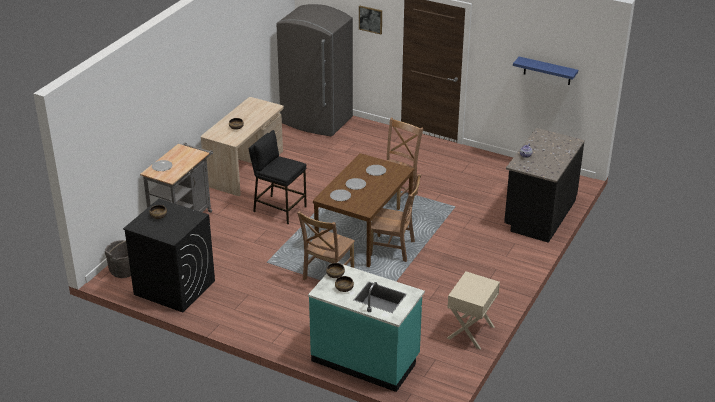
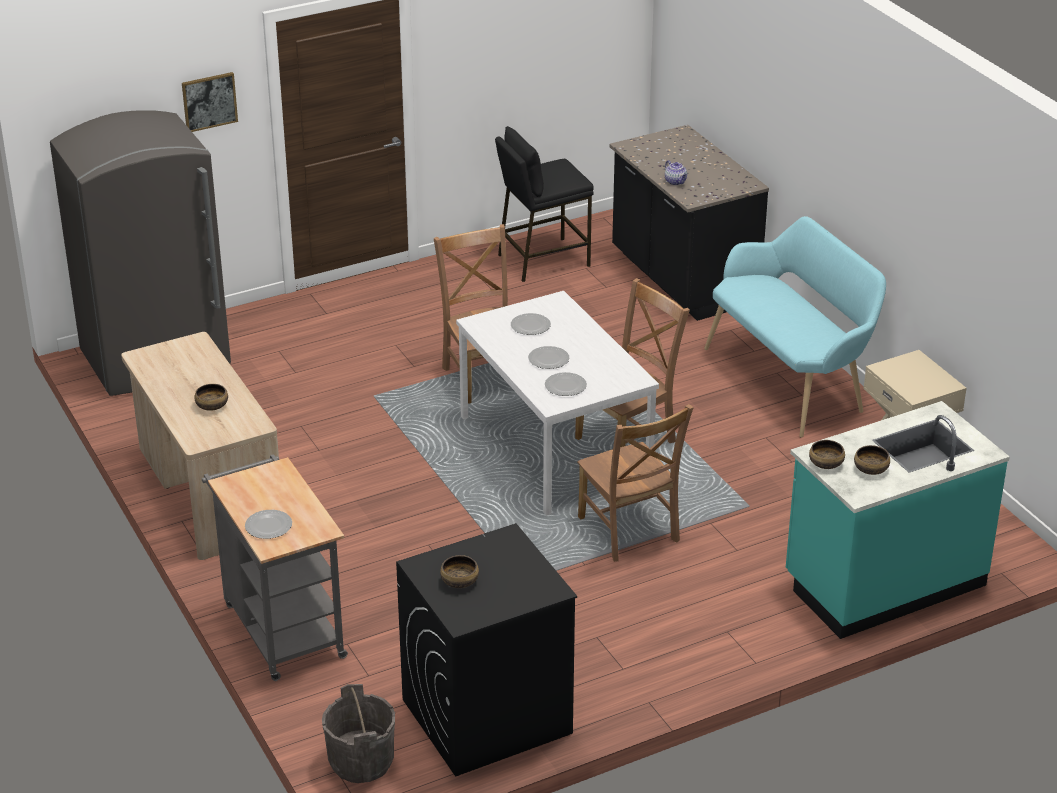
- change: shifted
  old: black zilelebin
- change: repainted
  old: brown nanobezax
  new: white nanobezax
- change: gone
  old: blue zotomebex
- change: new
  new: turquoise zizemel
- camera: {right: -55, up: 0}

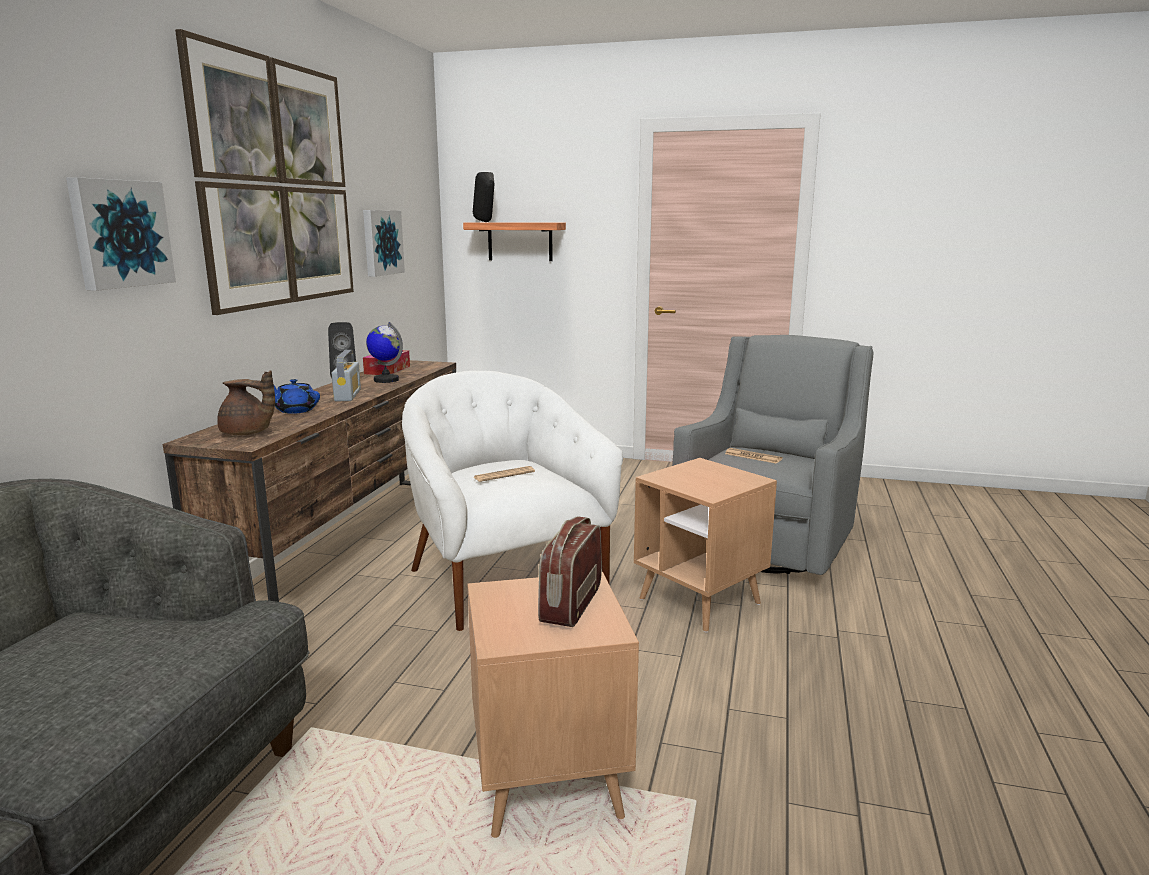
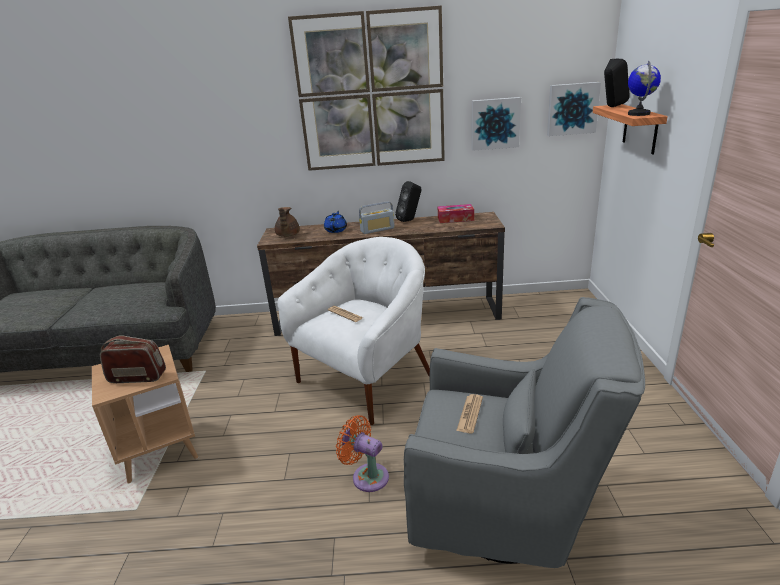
- change: shifted
  old: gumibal (no. 1 from left in the first image)
  new: gumibal (no. 3 from left)
- change: shifted
  old: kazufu
- change: swapped
  old: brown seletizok (no. 2 from left)
  new: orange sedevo
- camera: {right: 75, up: 10}

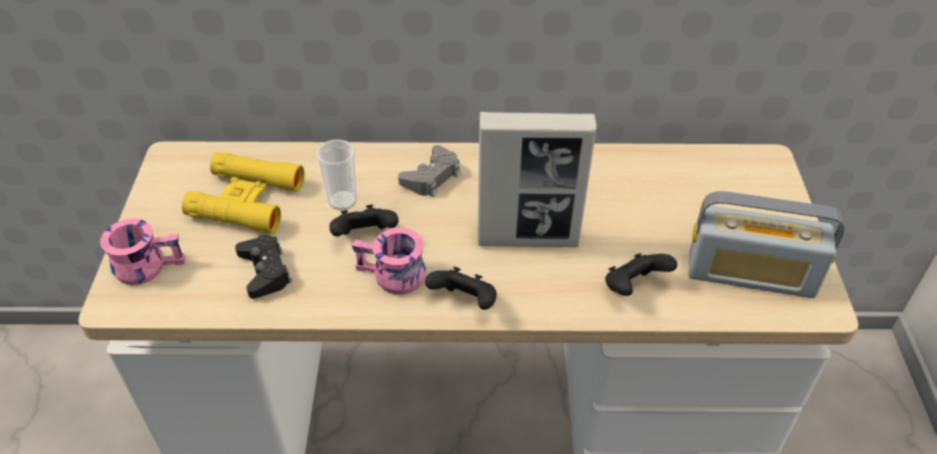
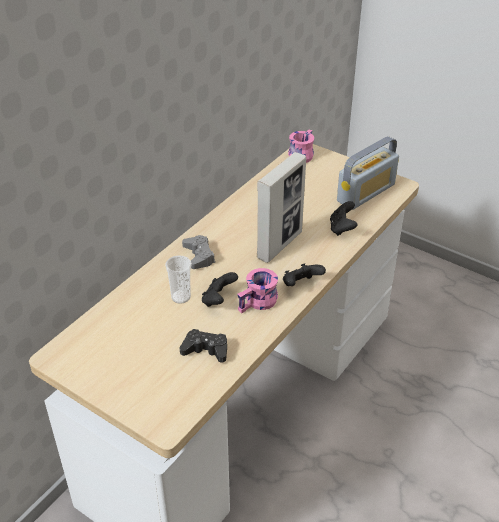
- change: shifted
  old: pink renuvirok (no. 1 from left in the first image)
  new: pink renuvirok (no. 2 from left)
- change: gone
  old: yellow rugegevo
- camera: {right: -55, up: -5}

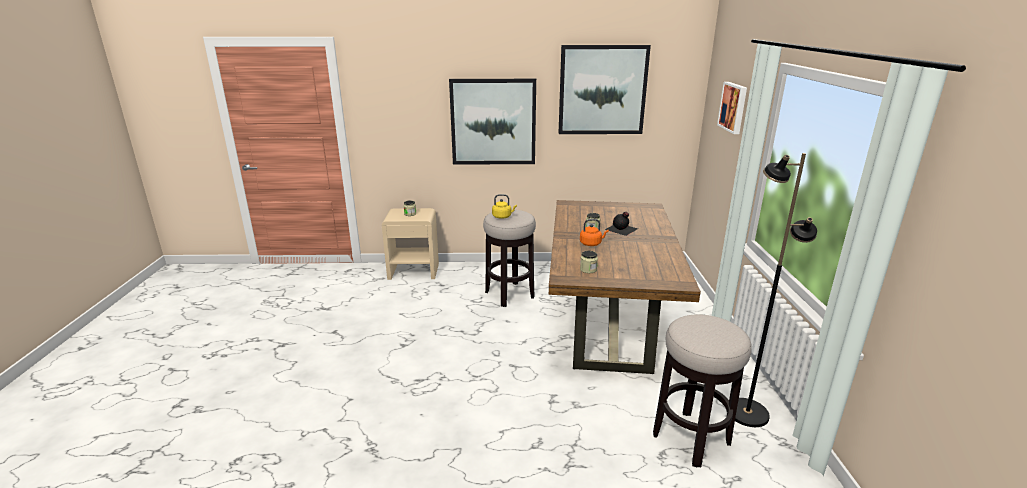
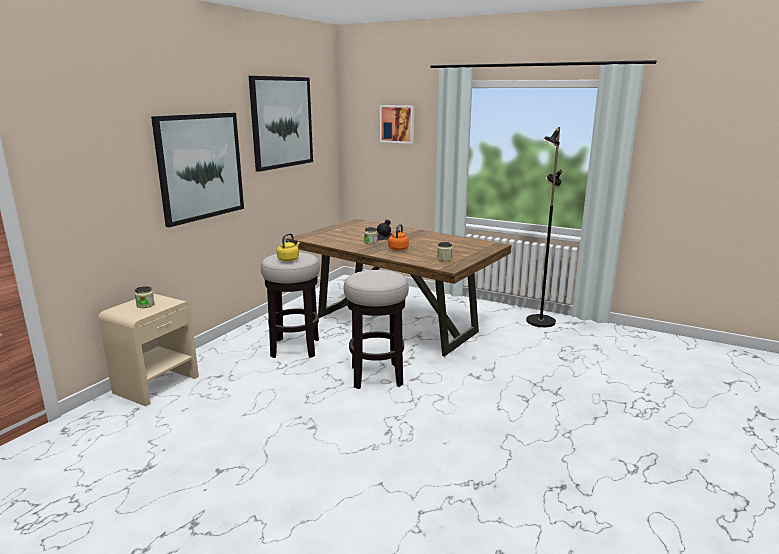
- change: shifted
  old: zilelebin (no. 2 from left)
- camera: {right: -60, up: -5}

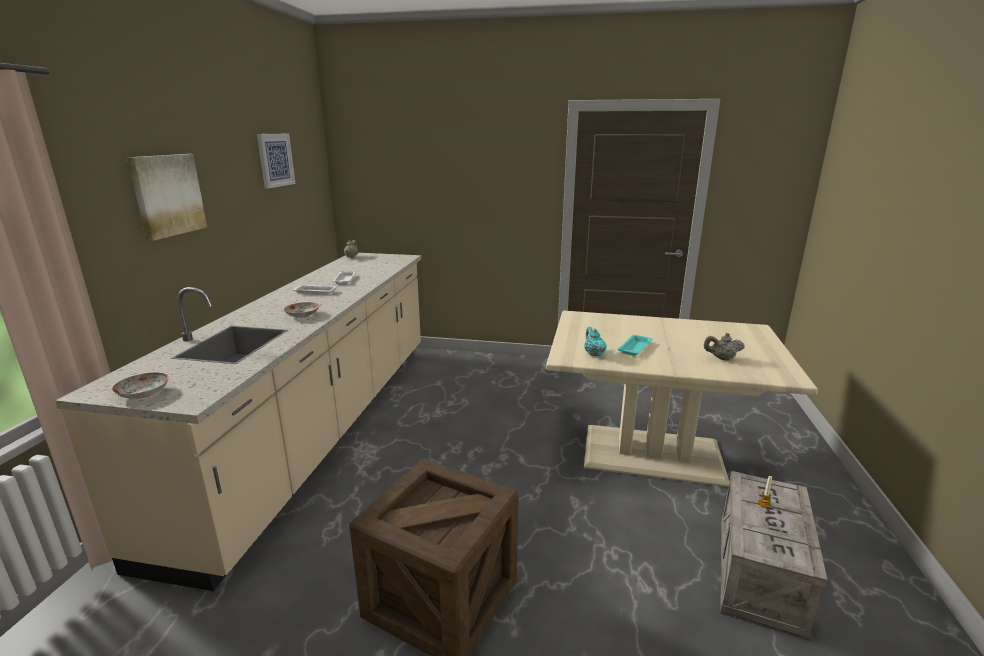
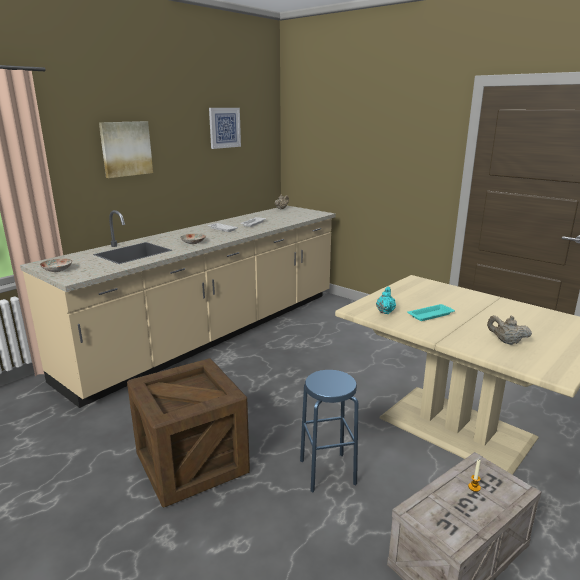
- change: new
  new: blue zilelebin
- camera: {right: 30, up: 0}

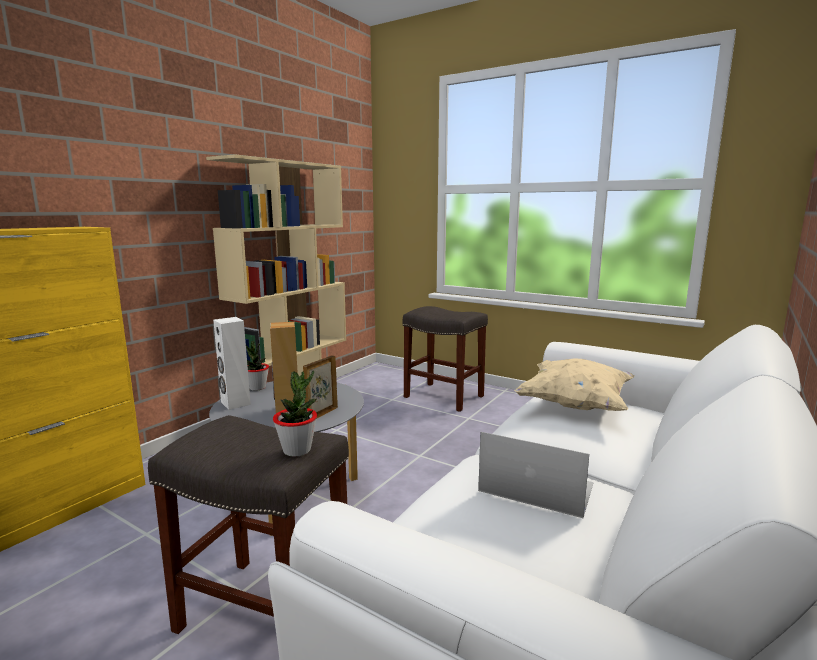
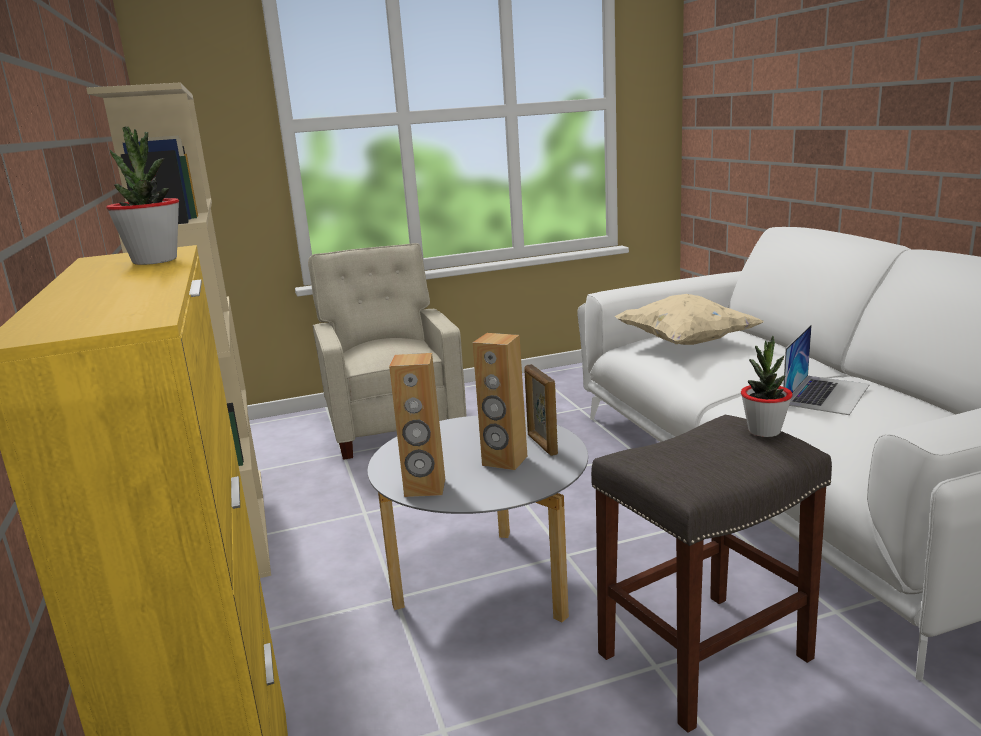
- change: repainted
  old: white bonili
  new: brown bonili (no. 1 from left)
- change: shifted
  old: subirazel (no. 1 from left)
- change: swapped
  old: grey zilelebin (no. 2 from left)
  new: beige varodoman
- change: rotated
  old: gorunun
  degrees: 150
- camera: {right: -50, up: 5}

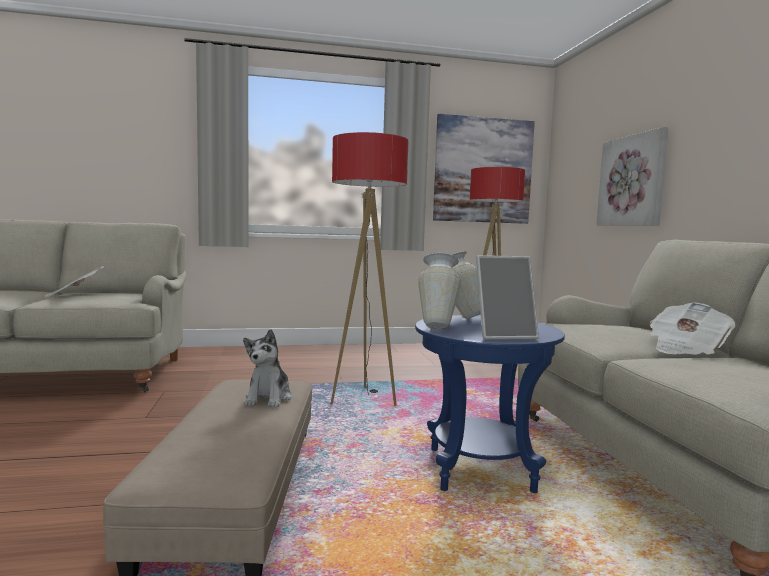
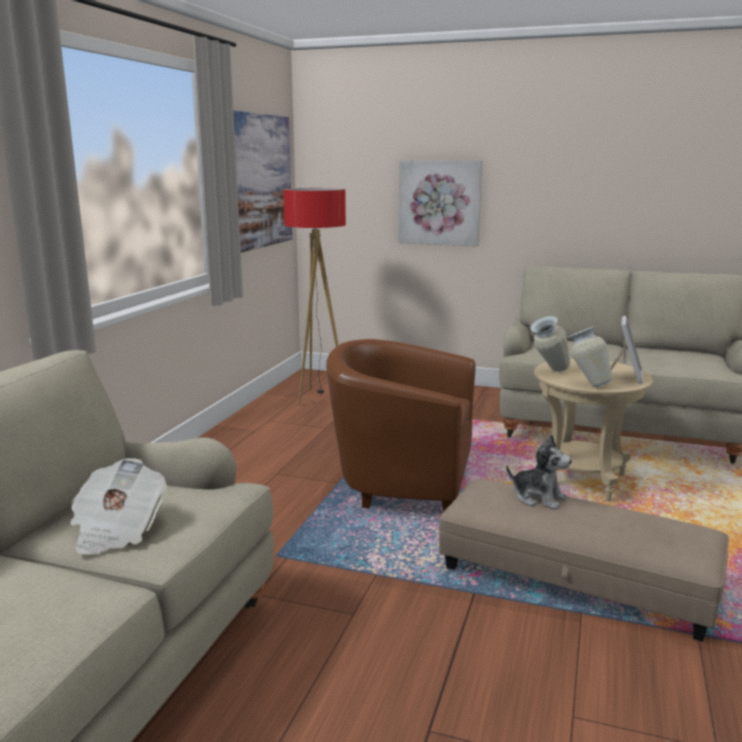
- change: swapped
  old: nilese (no. 1 from left)
  new: brown varodoman
- change: repainted
  old: blue seletizok
  new: beige seletizok
- change: gone
  old: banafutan (no. 2 from left)
- camera: {right: -60, up: 10}

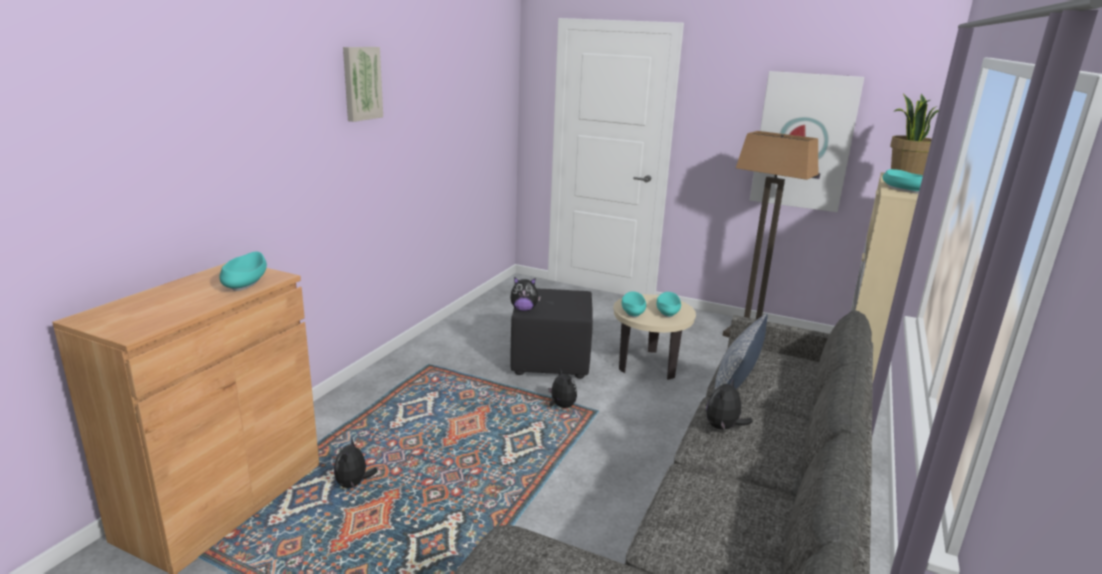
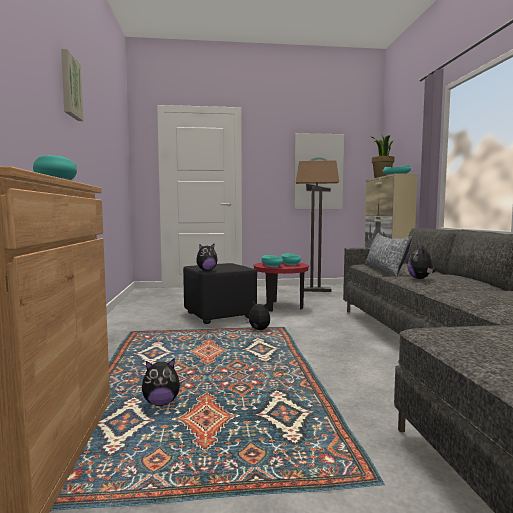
- change: rotated
  old: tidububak (no. 1 from left)
  degrees: -75
- change: repainted
  old: beige seletizok
  new: red seletizok
- camera: {right: -30, up: -15}

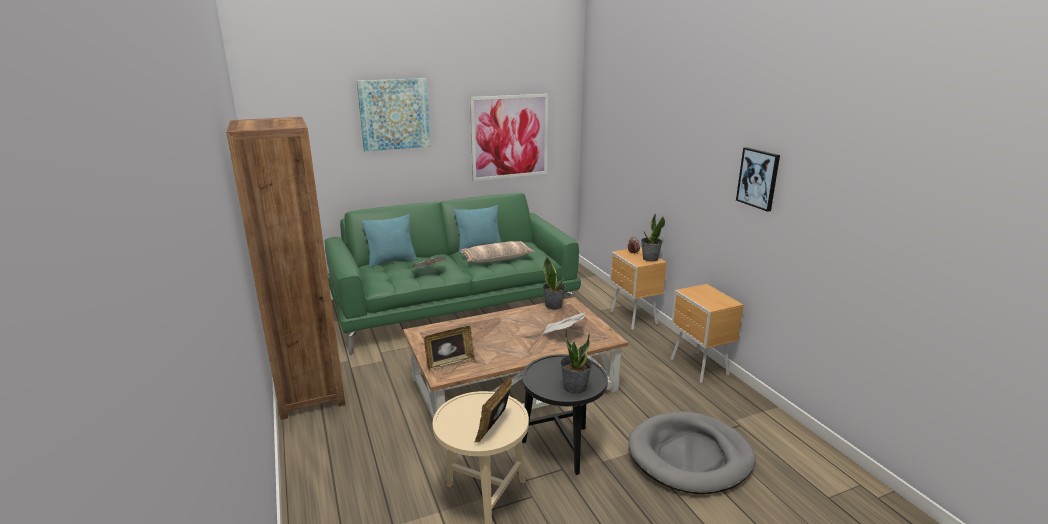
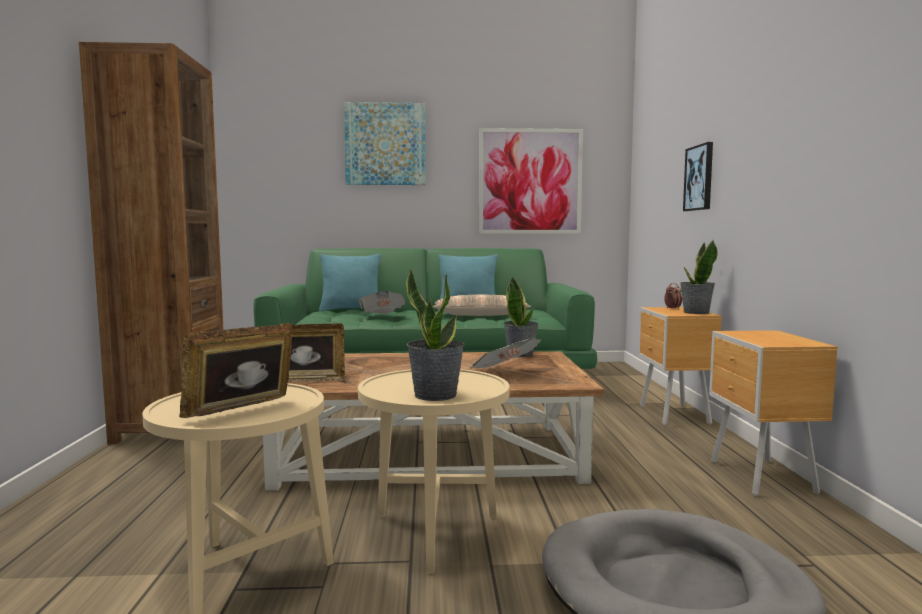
- change: repainted
  old: black seletizok
  new: beige seletizok (no. 2 from left)
- change: shifted
  old: gumibal (no. 3 from left)
- camera: {right: 20, up: -15}

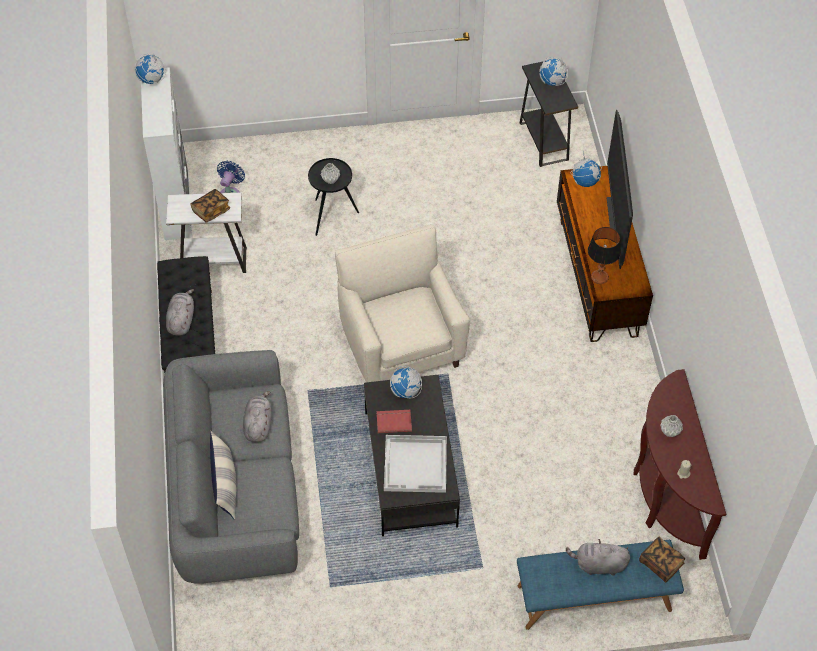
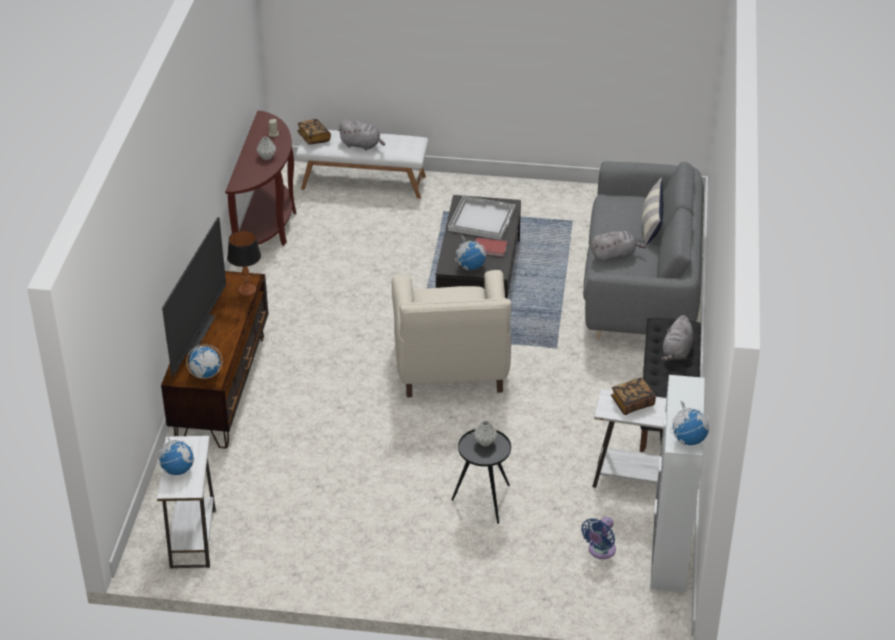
- change: rotated
  old: grey tidububak (no. 2 from left)
  degrees: -120
- change: repainted
  old: blue zizemel
  new: white zizemel
- change: repainted
  old: black seletizok (no. 2 from left)
  new: white seletizok (no. 1 from left)
- camera: {right: -165, up: -15}

